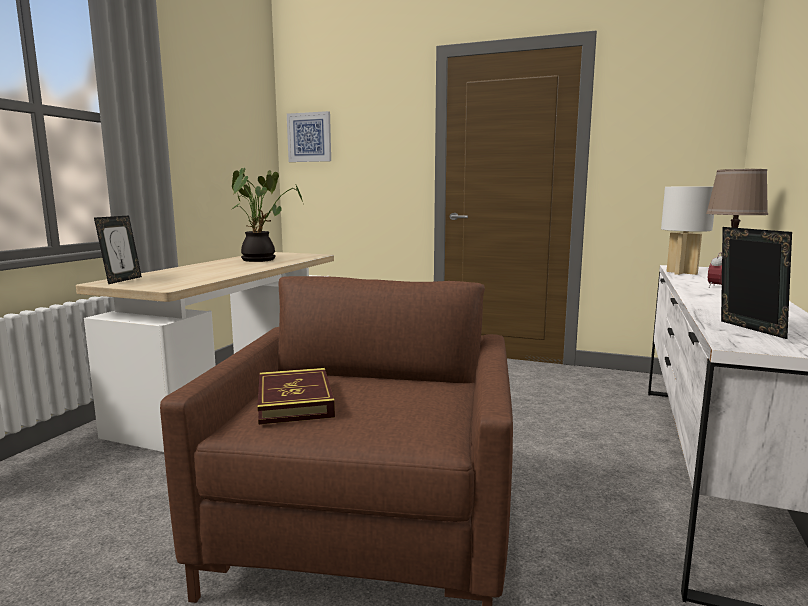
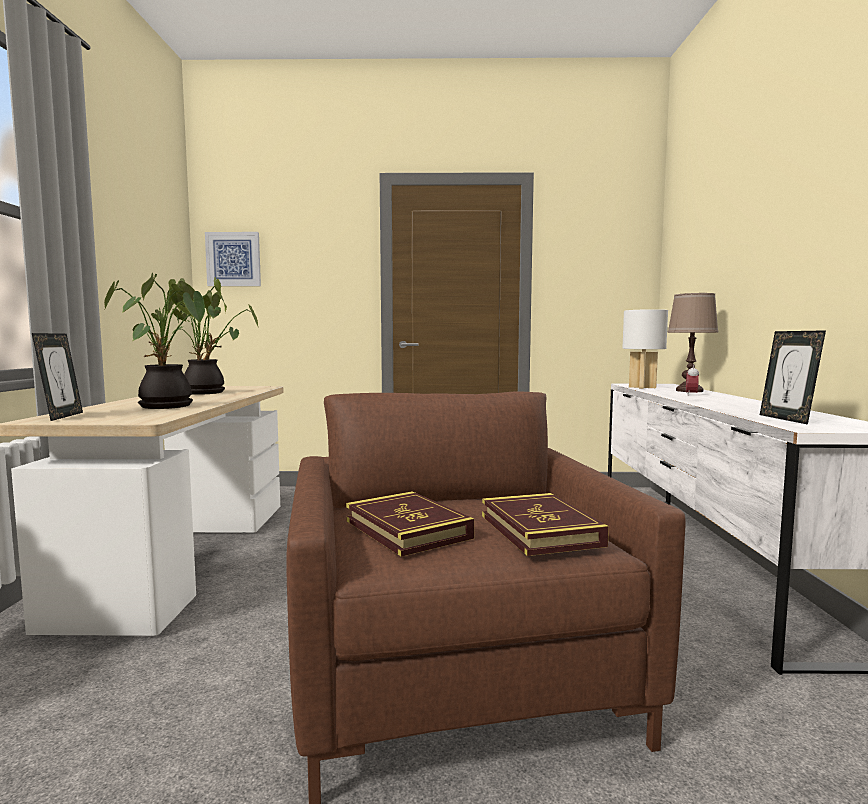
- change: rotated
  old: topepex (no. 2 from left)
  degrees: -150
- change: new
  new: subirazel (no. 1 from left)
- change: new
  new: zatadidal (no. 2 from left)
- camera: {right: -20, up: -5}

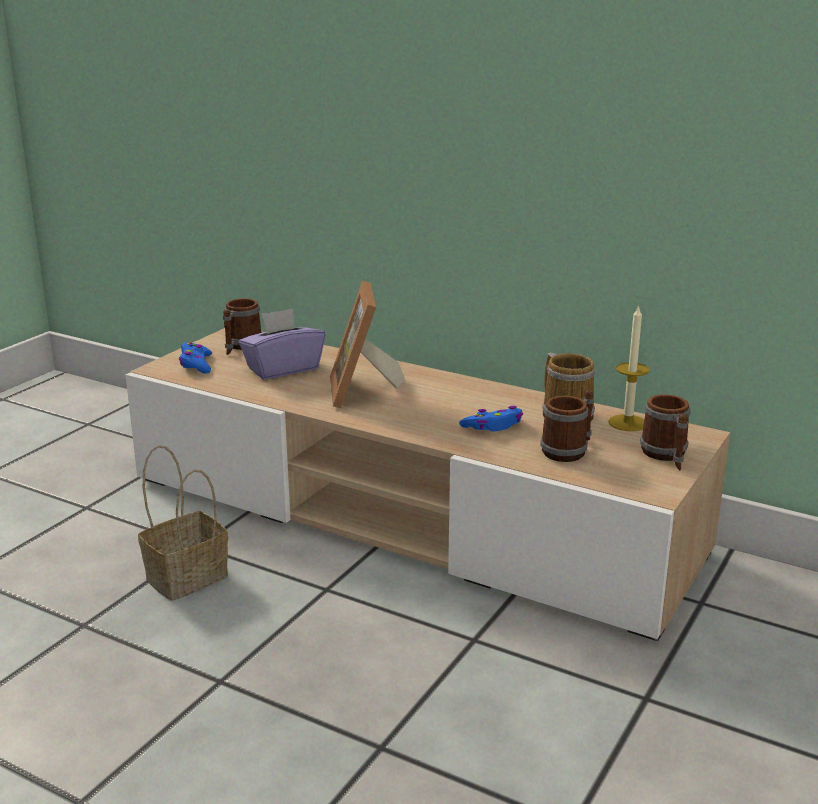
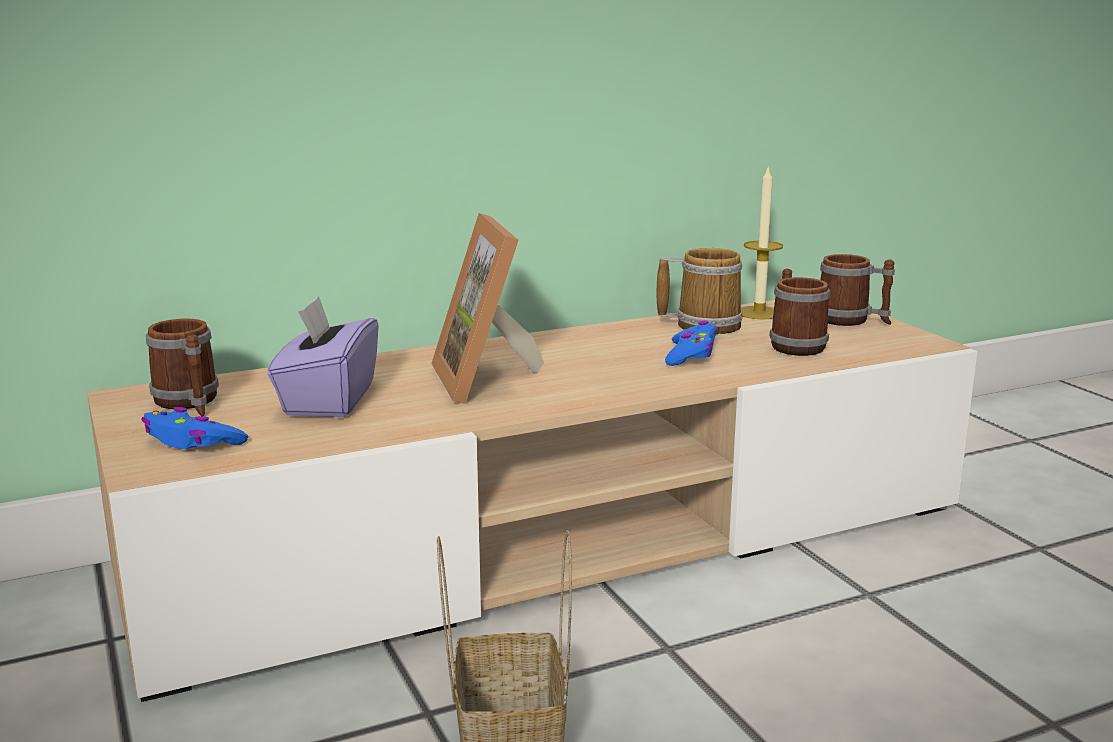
- change: rotated
  old: topepex
  degrees: 45
- camera: {right: -55, up: -5}

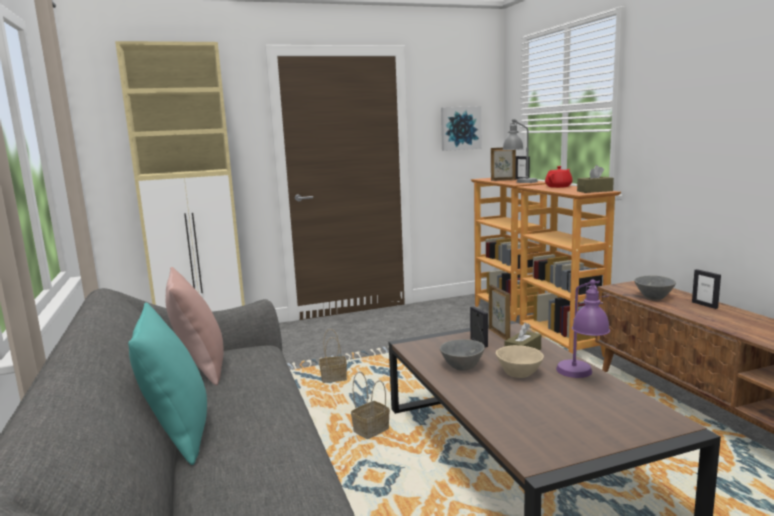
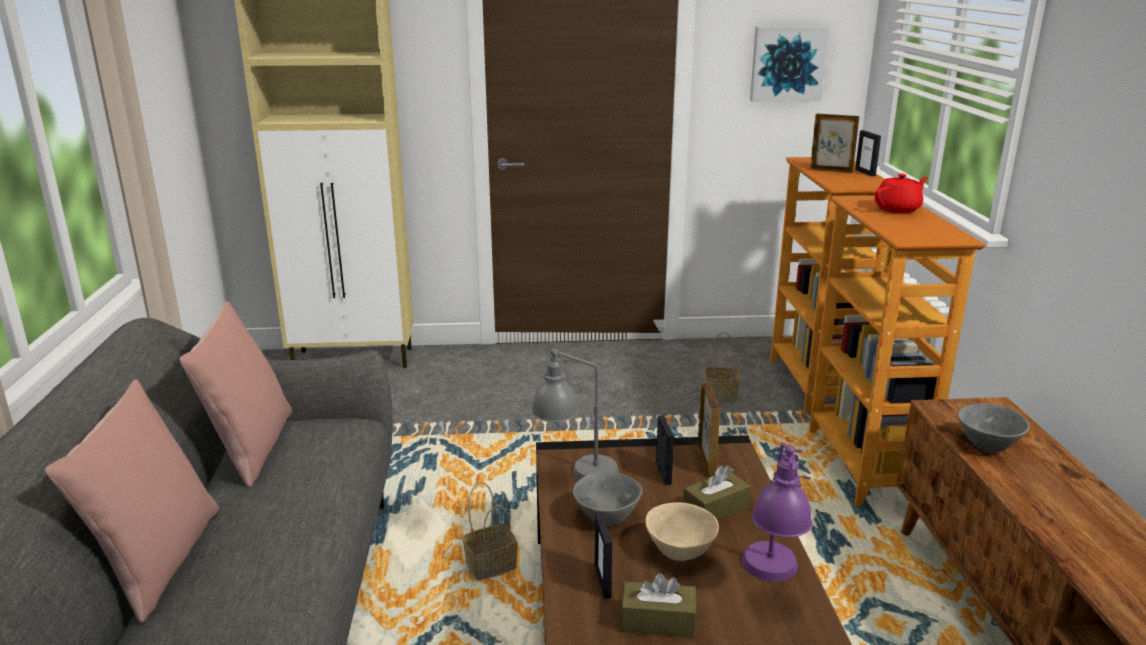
- change: repainted
  old: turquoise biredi
  new: pink biredi (no. 1 from left)
- change: shifted
  old: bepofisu (no. 1 from left in the first image)
  new: bepofisu (no. 2 from left)
- change: shifted
  old: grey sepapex
- change: shifted
  old: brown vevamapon (no. 2 from left in the first image)
  new: brown vevamapon (no. 1 from left)
- change: shifted
  old: topepex (no. 5 from left in the first image)
  new: topepex (no. 1 from left)
- camera: {right: 15, up: 10}

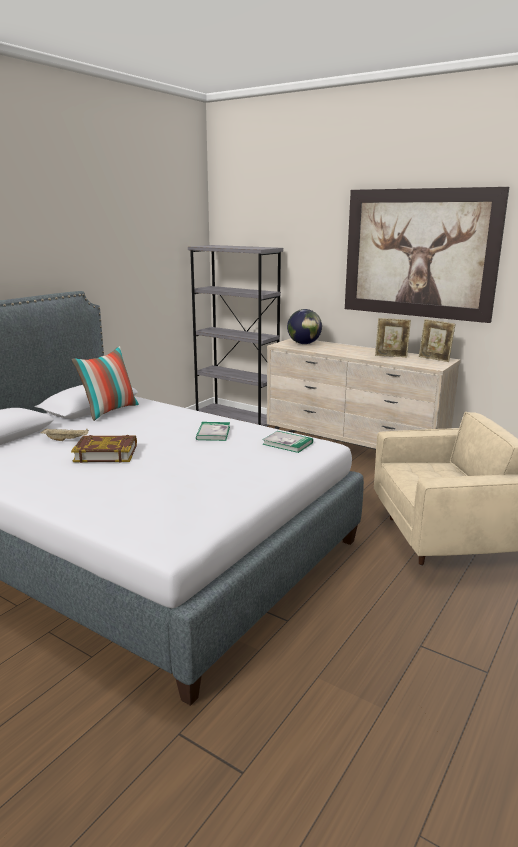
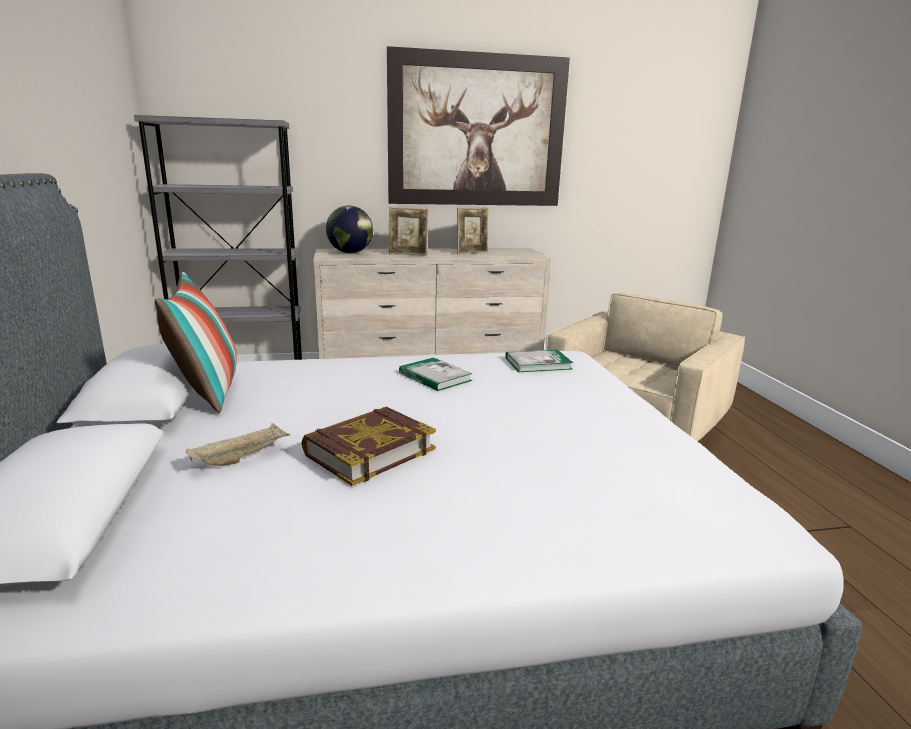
- change: shifted
  old: topepex (no. 2 from left in the first image)
  new: topepex (no. 1 from left)
- camera: {right: -45, up: 0}

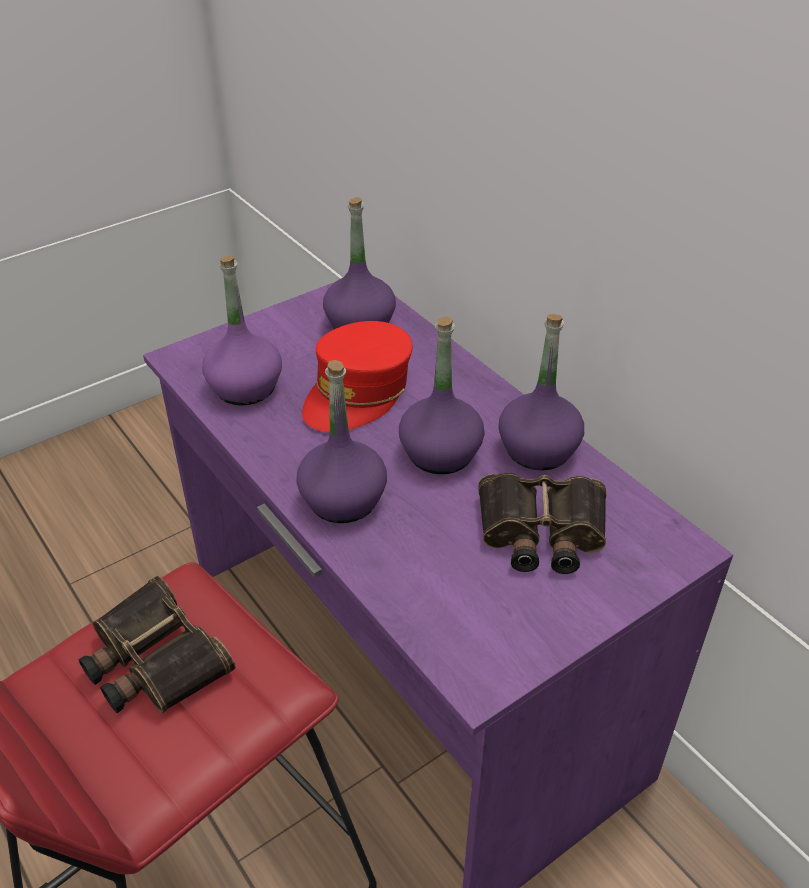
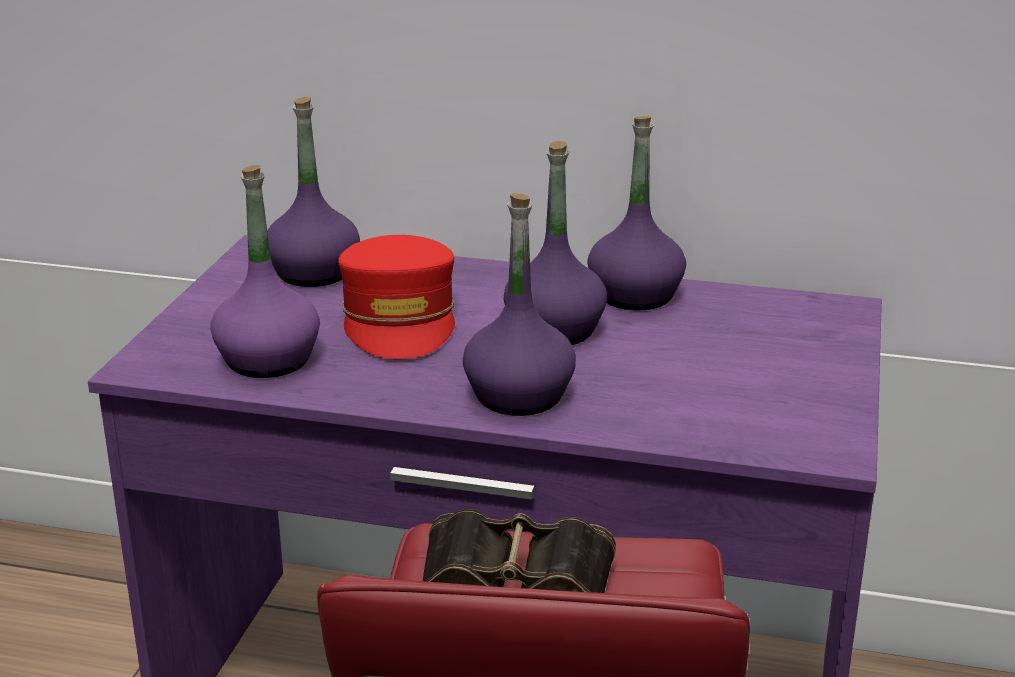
- change: gone
  old: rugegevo (no. 2 from left)
- camera: {right: -40, up: -15}

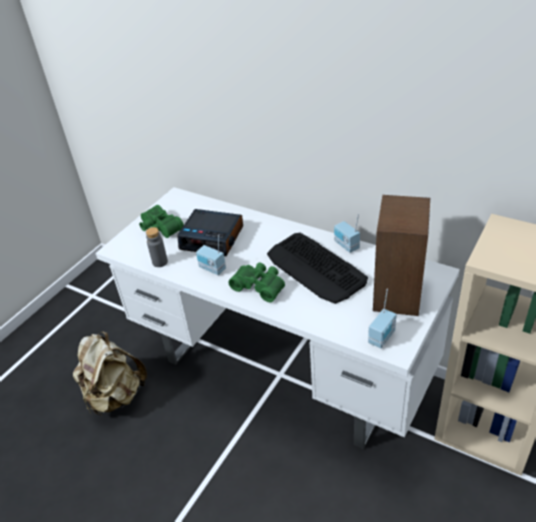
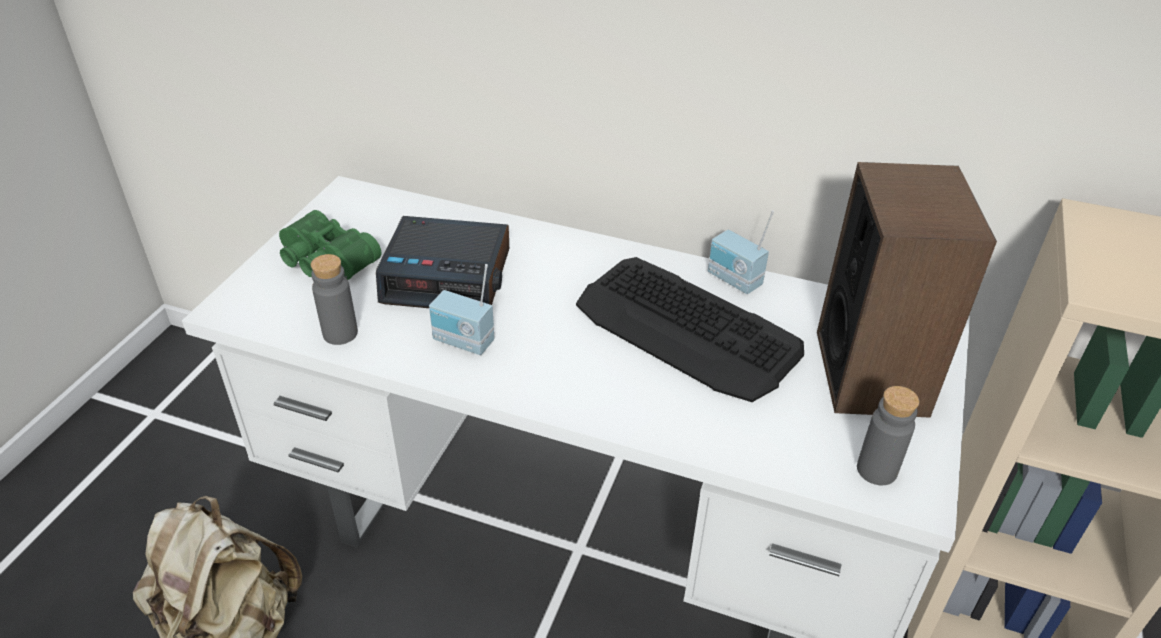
- change: gone
  old: green rugegevo (no. 2 from left)
- change: swapped
  old: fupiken (no. 3 from left)
  new: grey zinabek (no. 2 from left)
- camera: {right: -15, up: 0}

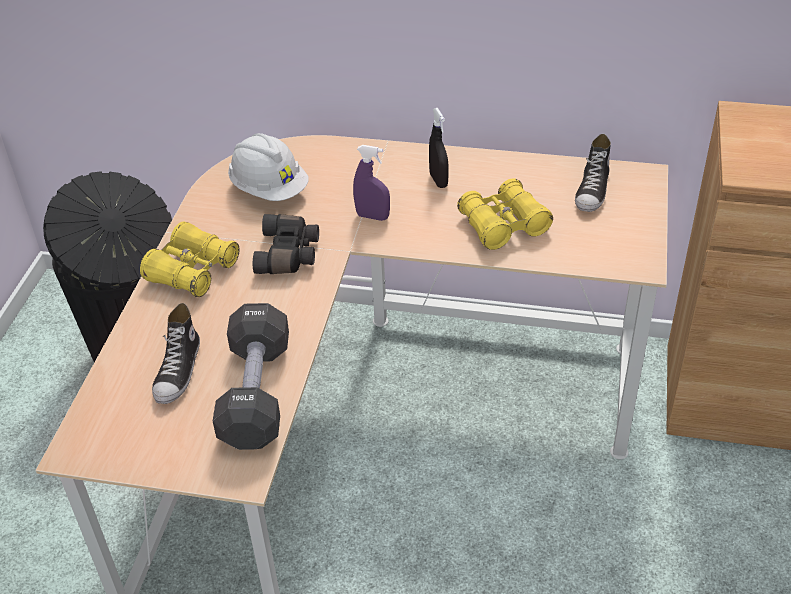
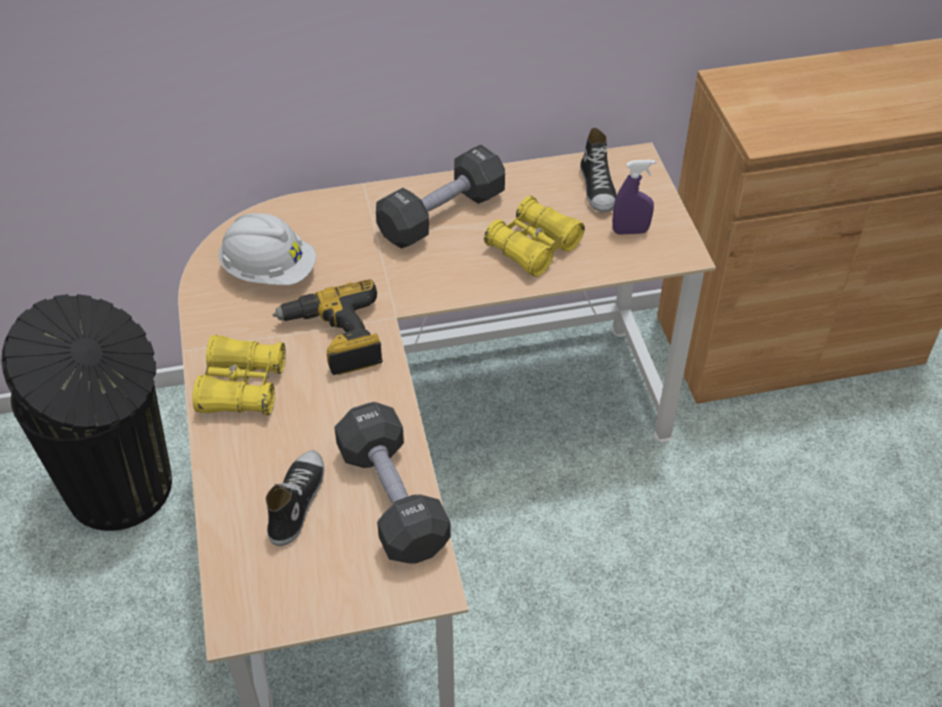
- change: rotated
  old: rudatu (no. 1 from left)
  degrees: -150
- change: swapped
  old: black rugegevo
  new: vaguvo
- change: shifted
  old: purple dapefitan
- change: swapped
  old: black dapefitan
  new: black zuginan (no. 2 from left)
- camera: {right: -25, up: 5}

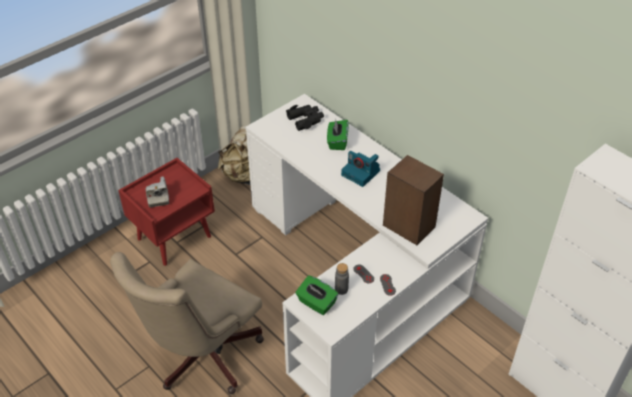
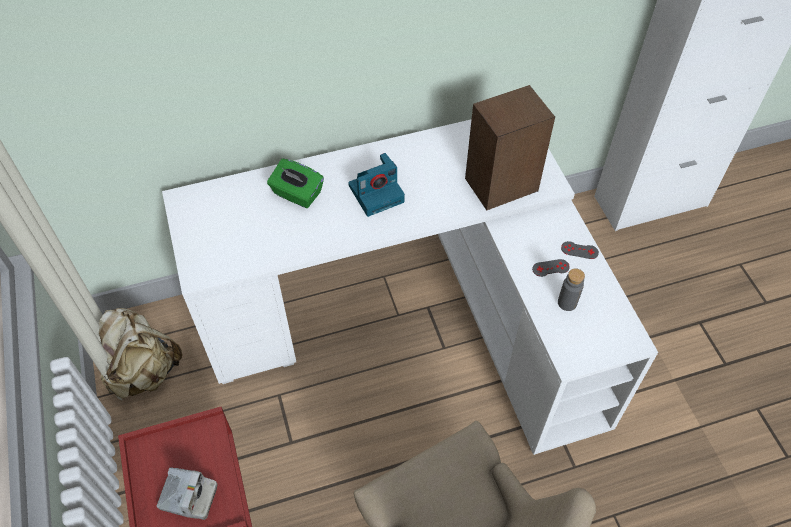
- change: gone
  old: black rugegevo
- change: gone
  old: green vevamapon (no. 1 from left)
- camera: {right: -65, up: 10}

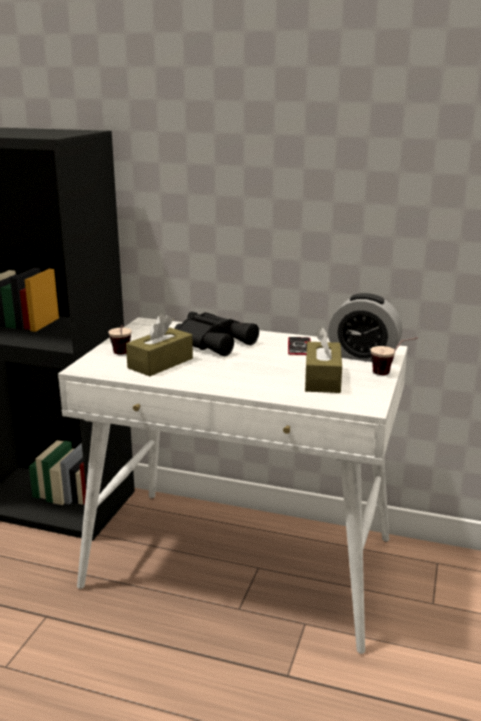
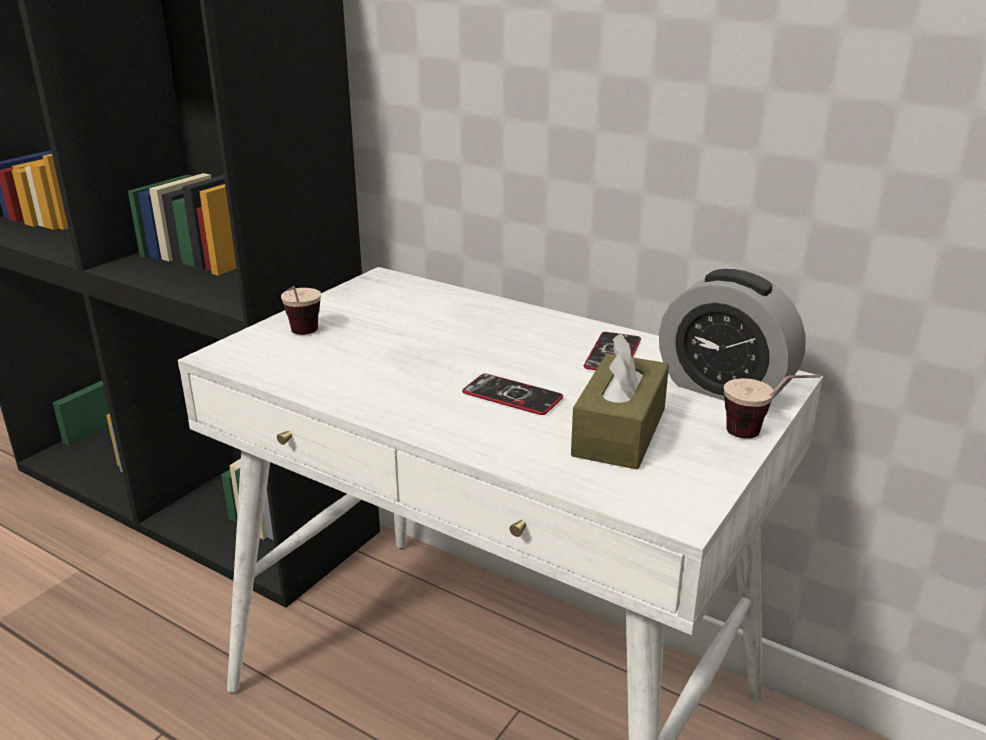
- change: gone
  old: brown vevamapon (no. 1 from left)
- change: gone
  old: black rugegevo
- change: new
  new: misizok (no. 1 from left)
- camera: {right: 15, up: 5}

